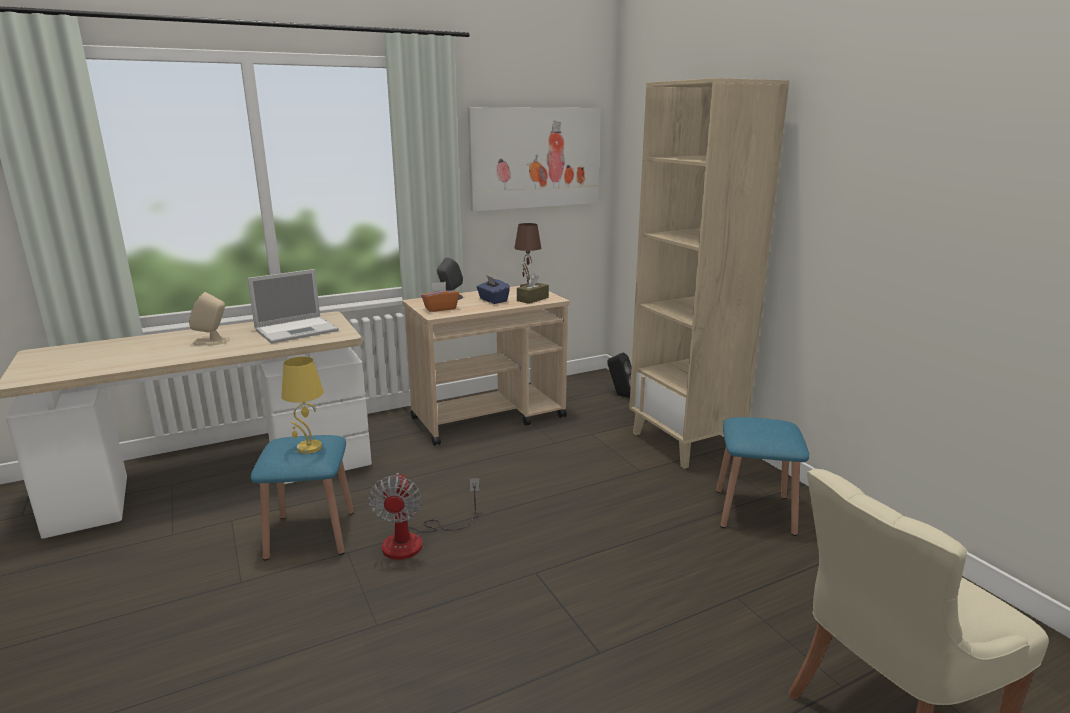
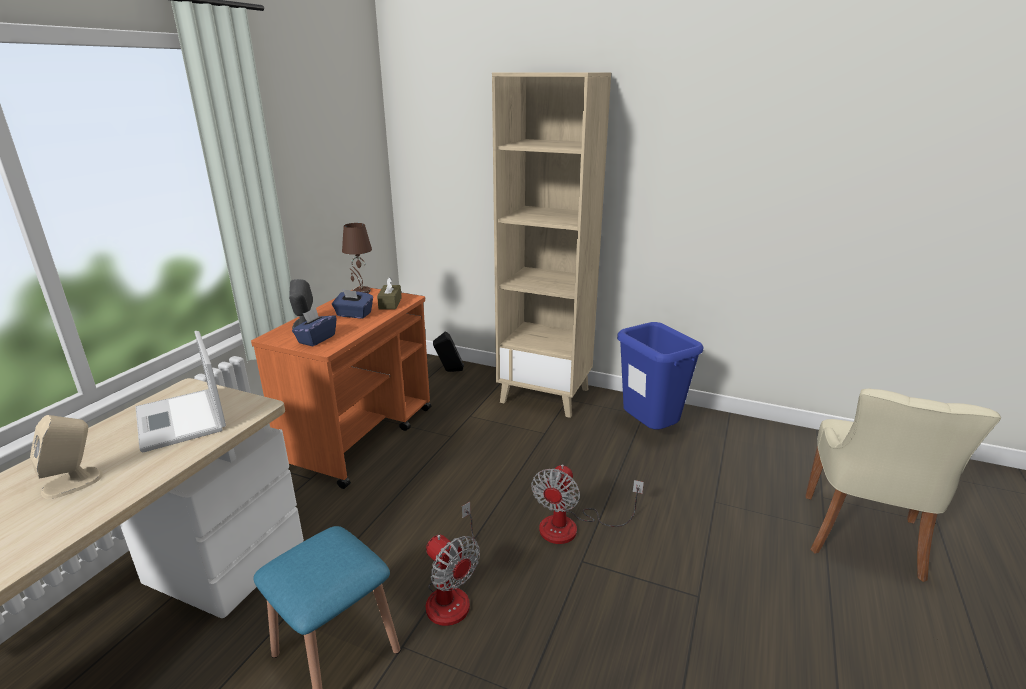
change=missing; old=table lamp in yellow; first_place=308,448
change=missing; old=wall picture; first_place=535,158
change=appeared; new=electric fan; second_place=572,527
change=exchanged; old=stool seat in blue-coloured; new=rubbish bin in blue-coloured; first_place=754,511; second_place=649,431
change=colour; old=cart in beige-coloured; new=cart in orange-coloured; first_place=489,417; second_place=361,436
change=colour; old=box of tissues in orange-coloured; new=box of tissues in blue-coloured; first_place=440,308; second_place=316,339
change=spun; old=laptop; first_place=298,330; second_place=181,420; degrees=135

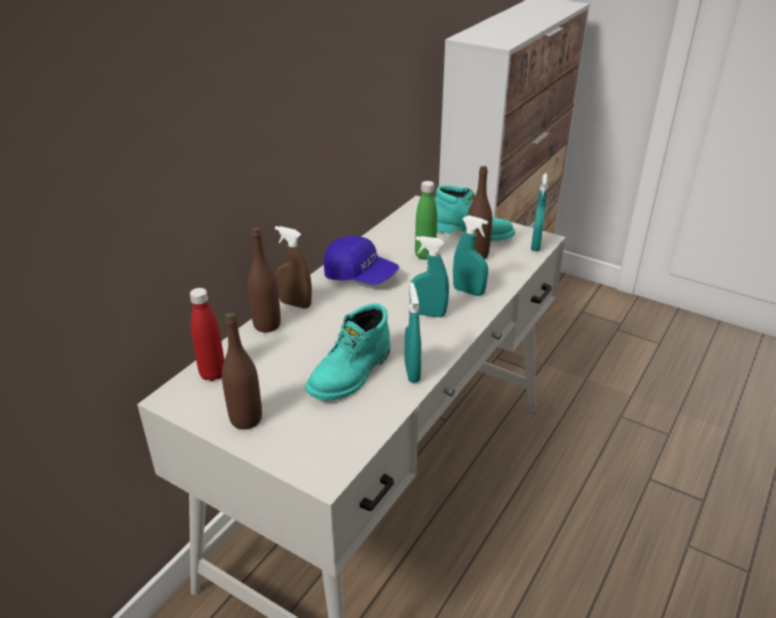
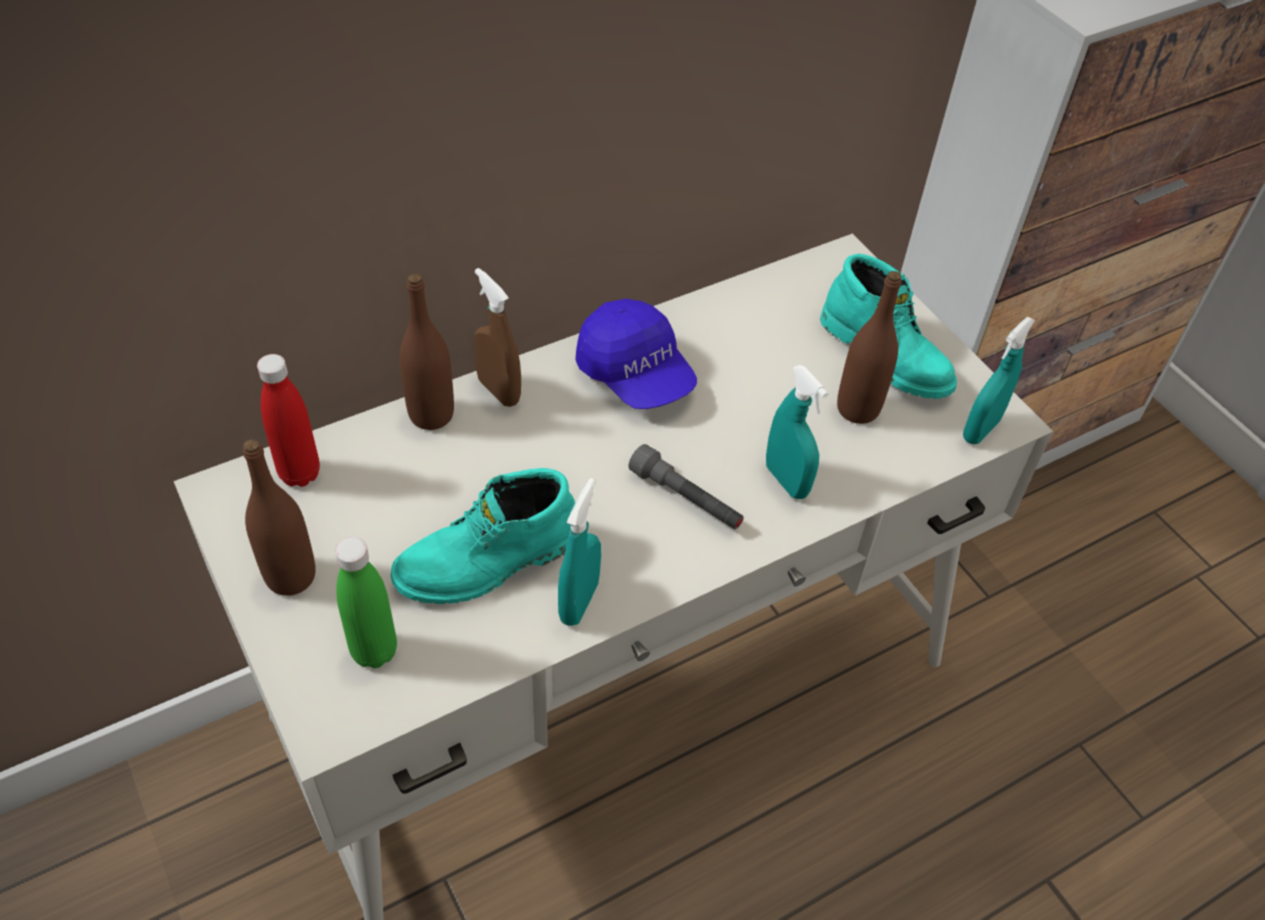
change=relocated; old=bottle in green; first_place=425,255; second_place=374,651
change=exchanged; old=spray bottle in blue-green; new=torch in gray; first_place=428,314; second_place=686,499

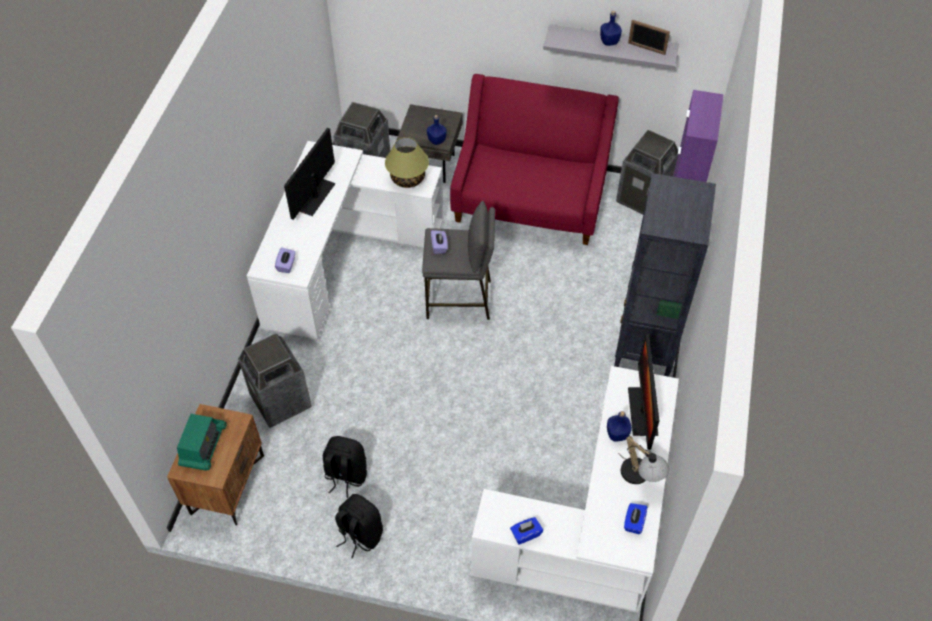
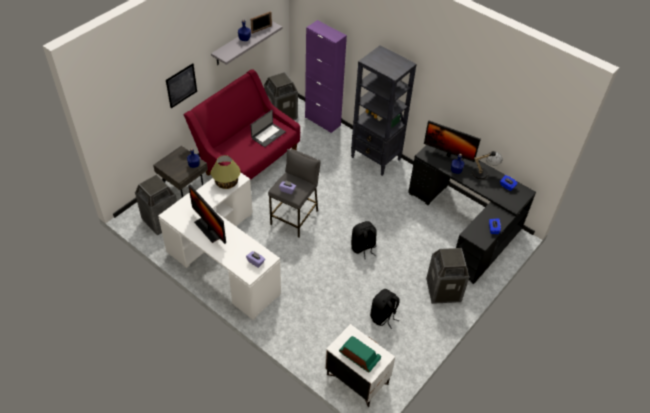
change=appeared; new=wall picture; second_place=181,85
change=appeared; new=laptop; second_place=268,135
change=relocated; old=rubbish bin; first_place=281,401; second_place=443,290
change=relocated; old=knapsack in black; first_place=360,534; second_place=363,248
change=colour; old=night table in brown; new=night table in white; first_place=226,484; second_place=356,379
change=colour; old=desk table in white; new=desk table in black; first_place=593,525; second_place=467,224

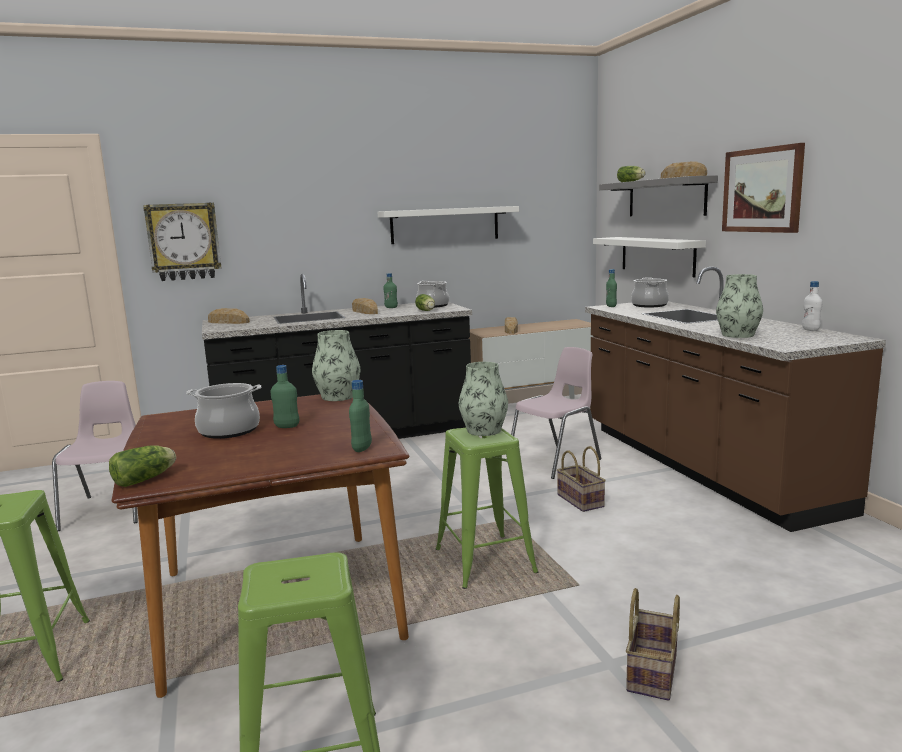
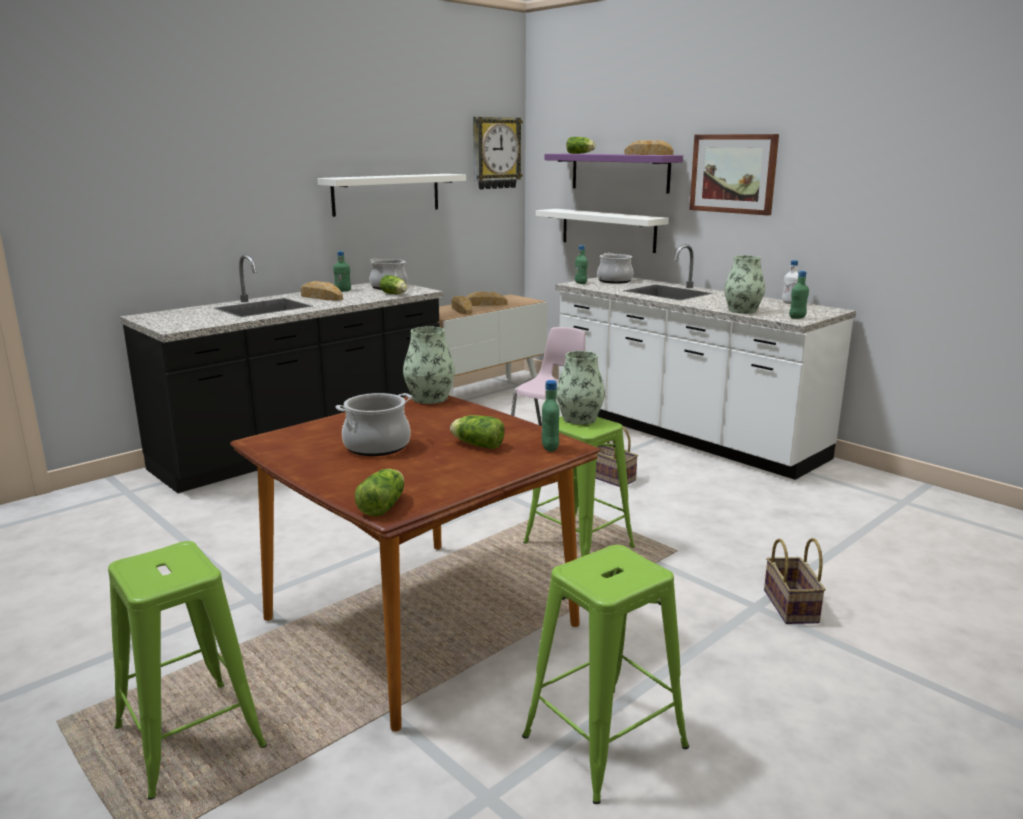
change=missing; old=upright chair in pinkish; first_place=111,509
change=appeared; new=lettuce; second_place=476,444
change=relocated; old=hanging clock; first_place=184,241; second_place=495,153
change=relocated; old=bread; first_place=228,322; second_place=485,304
change=relocated; old=bottle in green; first_place=287,426; second_place=797,317
change=colour; old=kitchen base unit in brown; new=kitchen base unit in white; first_place=701,467; second_place=683,433
change=colour; old=bracket shelf in gray; new=bracket shelf in purplish; first_place=666,198; second_place=619,172

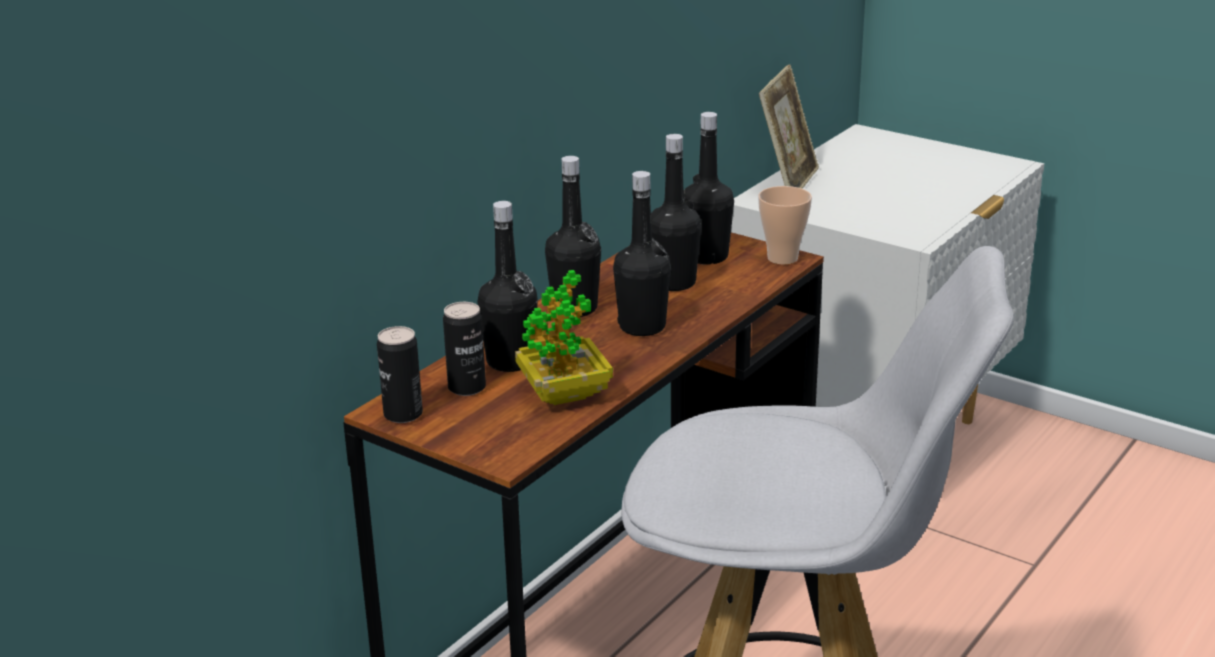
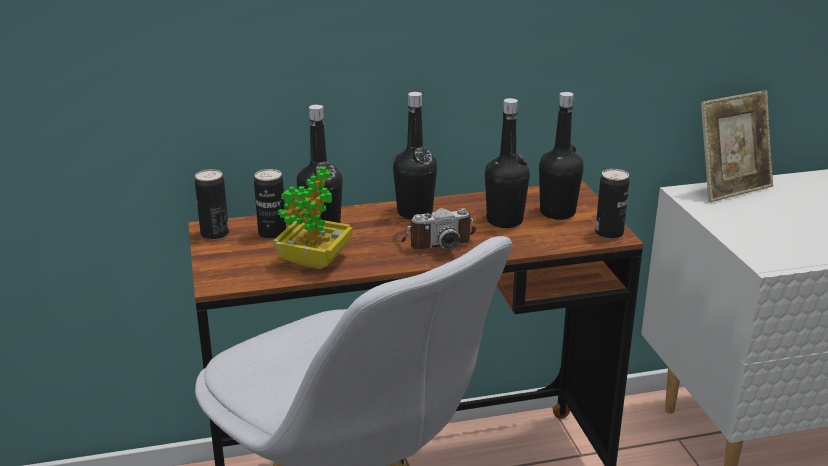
change=exchanged; old=bottle in black; new=still camera; first_place=642,326; second_place=434,240
change=exchanged; old=cup; new=sealed can; first_place=782,258; second_place=609,233

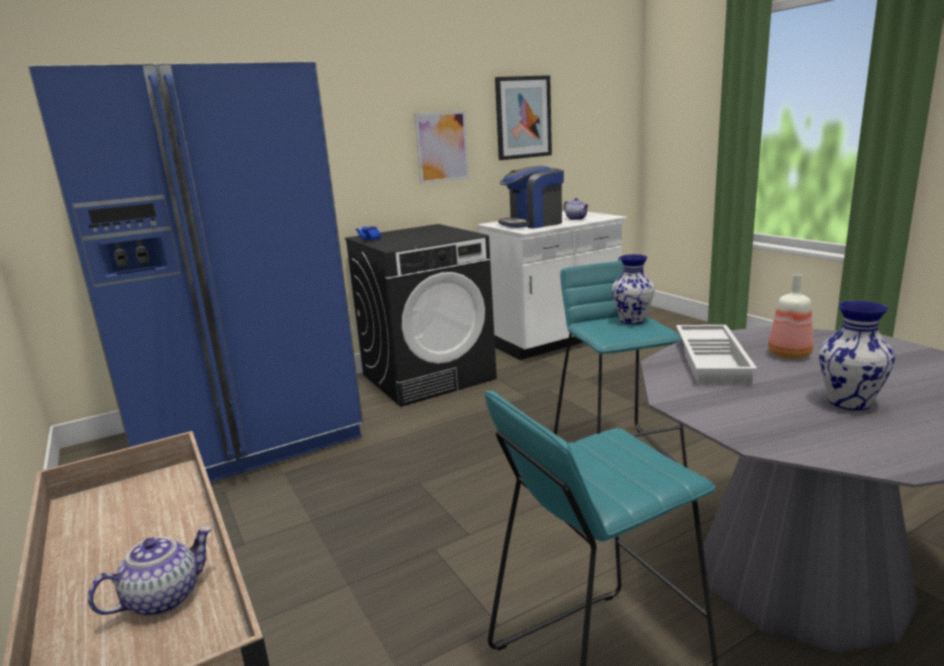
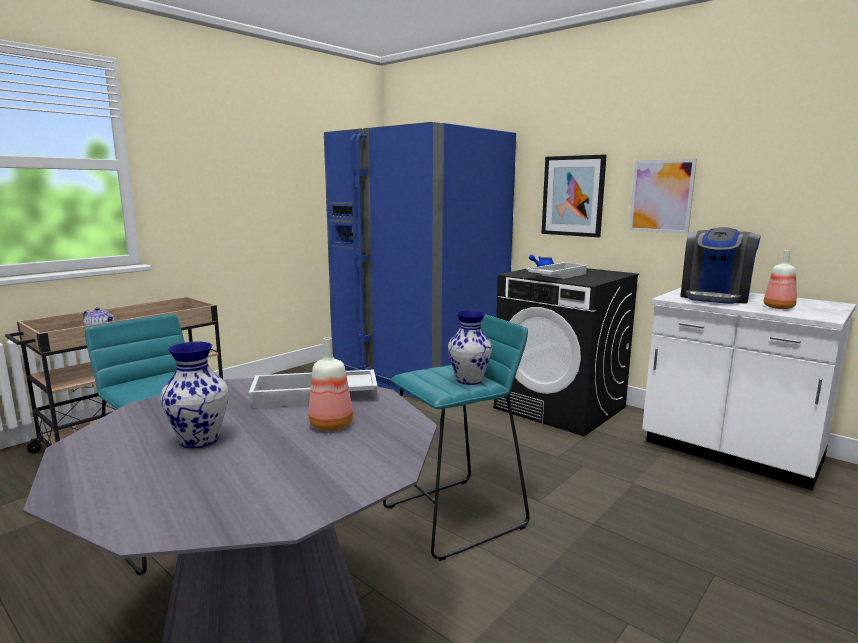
change=appeared; new=tray in white; second_place=557,276
change=relocated; old=wall picture; first_place=523,117; second_place=573,196
change=exchanged; old=teapot; new=bottle; first_place=576,218; second_place=779,307
change=spun; old=coffee machine; first_place=533,224; second_place=714,297; degrees=-105

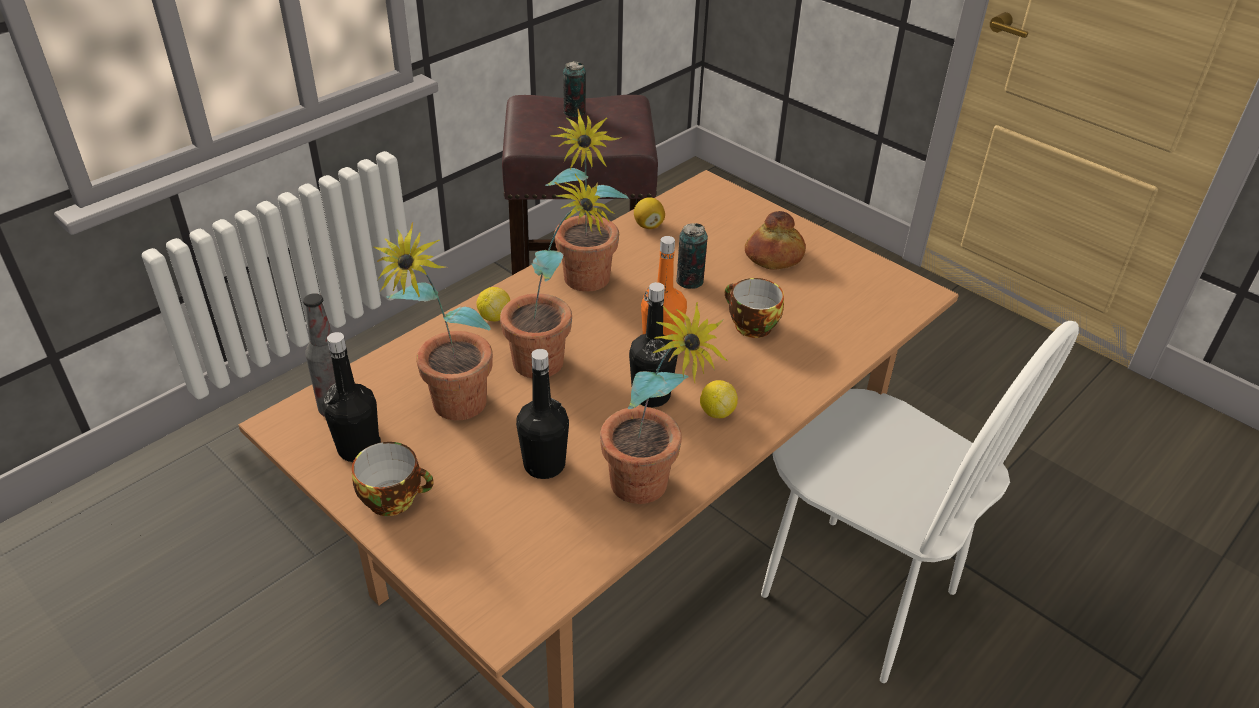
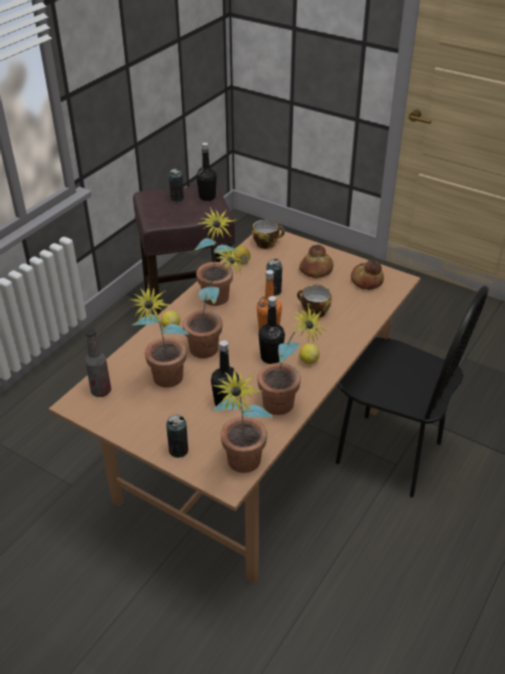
change=appeared; new=sealed can; second_place=178,450
change=appeared; new=plant in a pot; second_place=242,468
change=appeared; new=bread; second_place=366,280
change=relocated; old=bottle in black; first_place=358,448; second_place=207,197
change=relocated; old=cup; first_place=395,498; second_place=267,243
change=colour; old=upright chair in white; new=upright chair in black; first_place=857,594; second_place=388,453

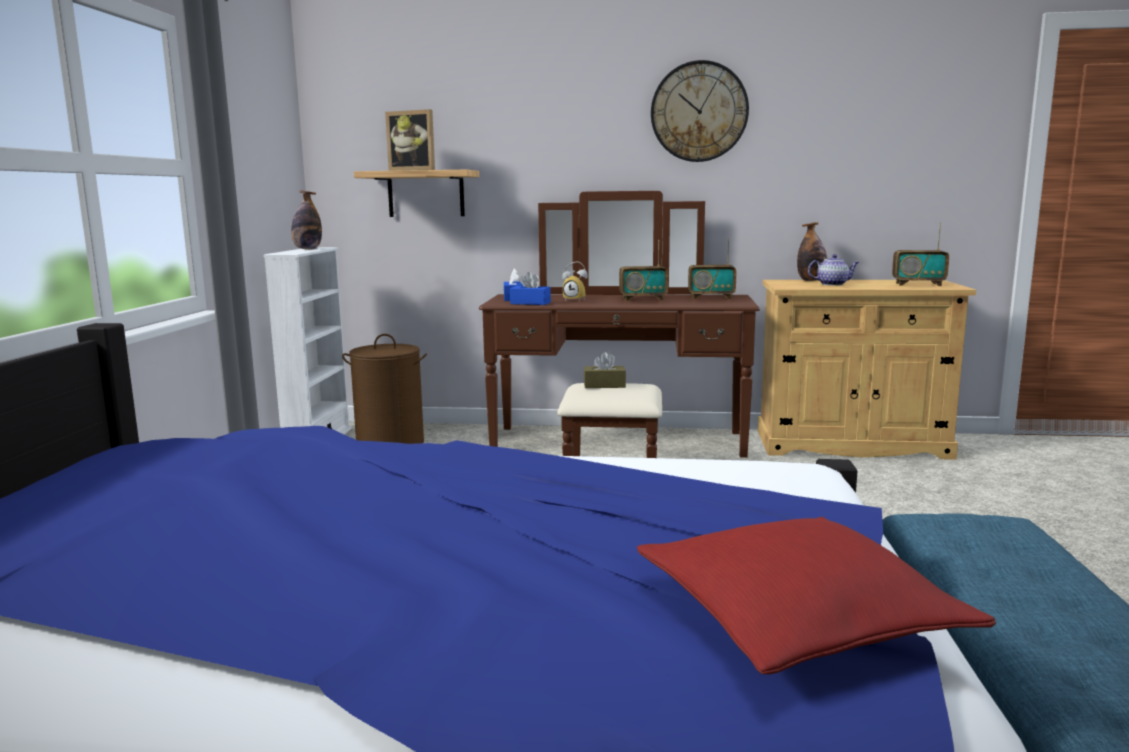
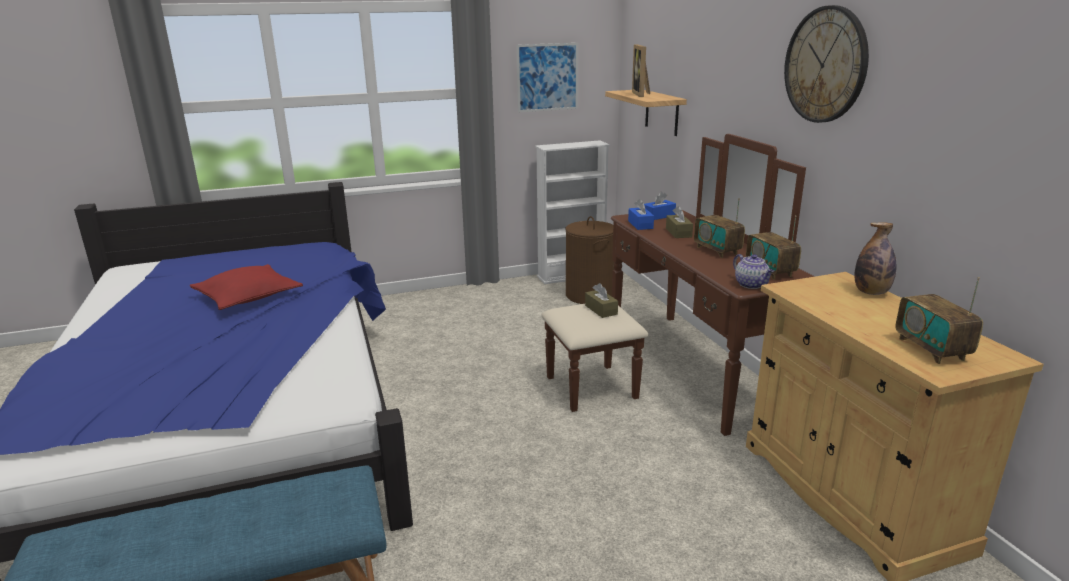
change=missing; old=bottle; first_place=307,249
change=appeared; new=wall picture; second_place=547,77
change=relocated; old=throw pillow in reddish; first_place=796,618; second_place=248,297
change=relocated; old=teapot; first_place=833,284; second_place=751,285
change=exchanged; old=bedside clock; new=box of tissues in brown; first_place=576,300; second_place=678,233

